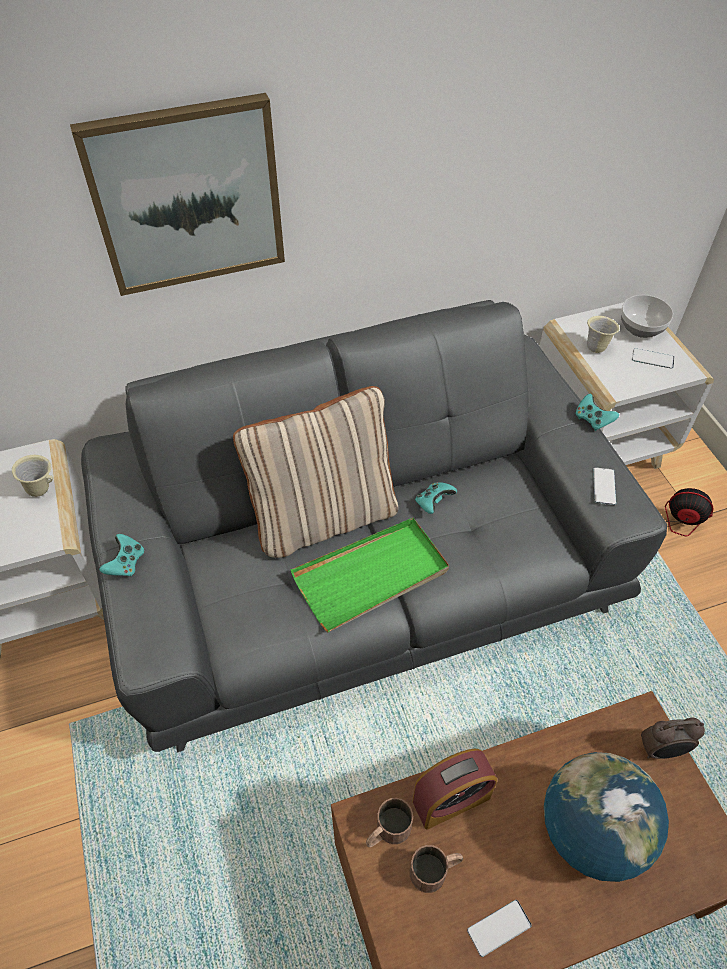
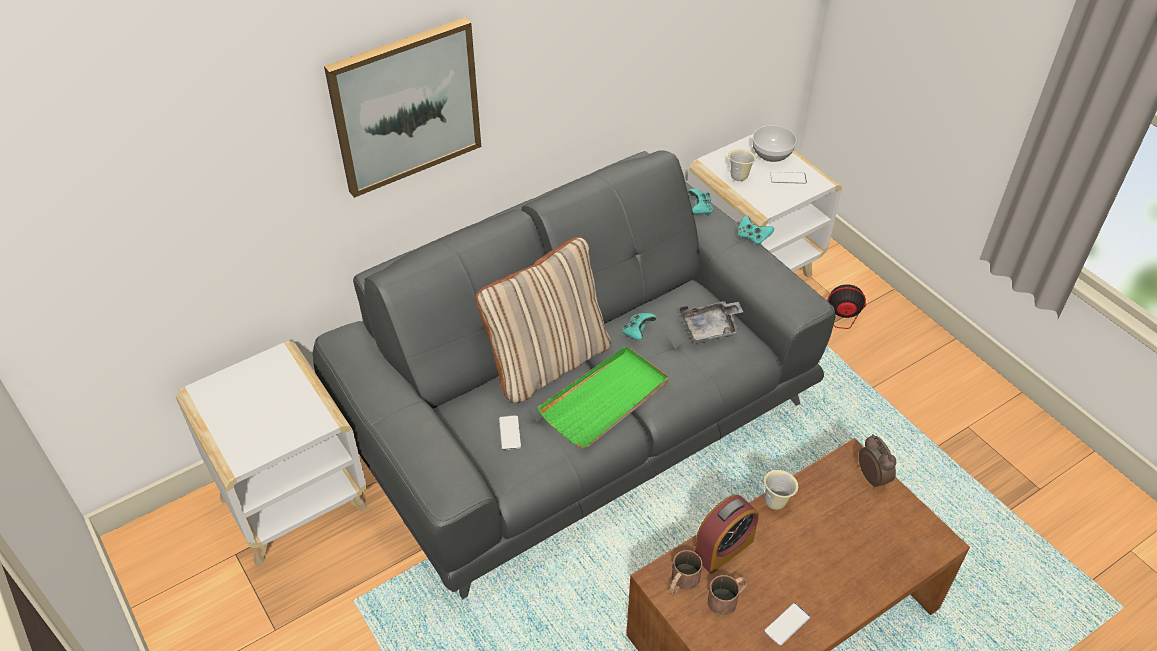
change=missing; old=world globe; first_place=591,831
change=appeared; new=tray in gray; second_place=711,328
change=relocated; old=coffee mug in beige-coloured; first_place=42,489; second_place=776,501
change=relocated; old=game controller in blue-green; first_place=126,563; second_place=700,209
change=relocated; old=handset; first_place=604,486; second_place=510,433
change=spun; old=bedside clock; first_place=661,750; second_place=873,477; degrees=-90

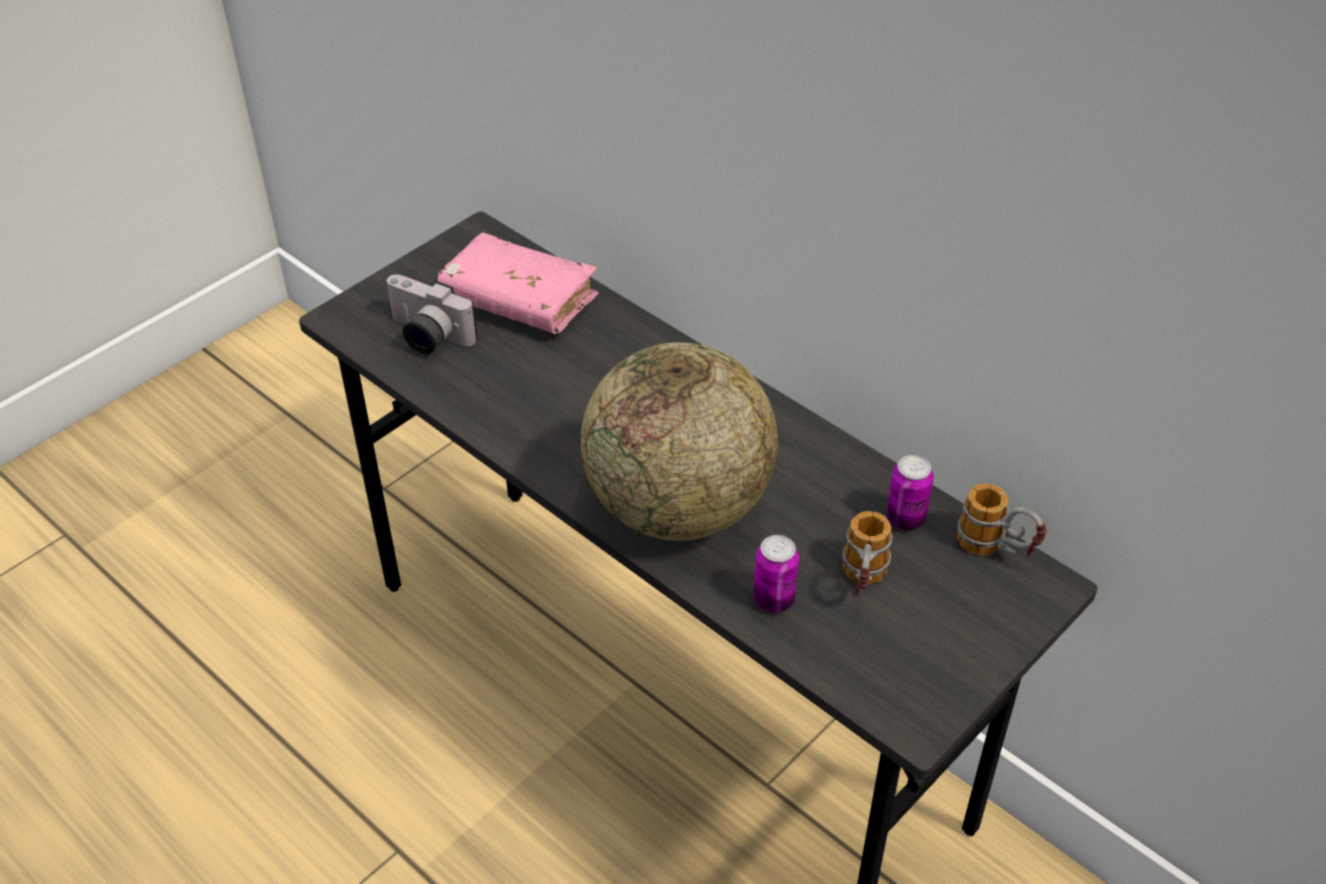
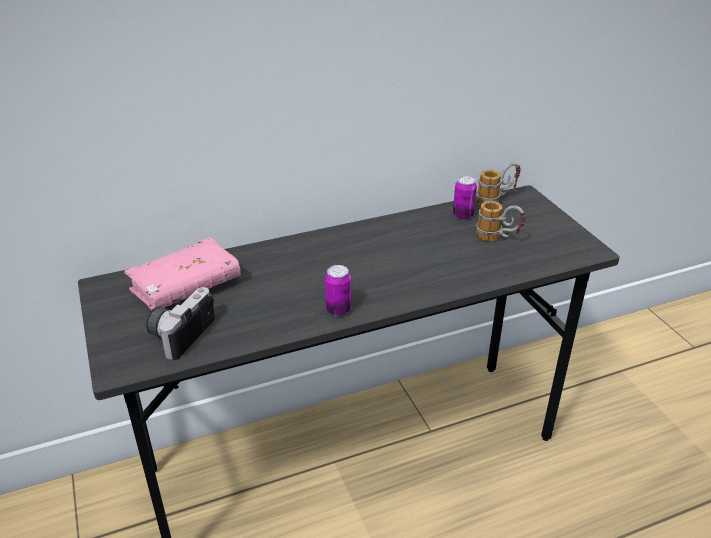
change=missing; old=world globe; first_place=679,507
change=relocated; old=sealed can; first_place=774,600; second_place=338,310
change=spun; old=still camera; first_place=426,337; second_place=180,333; degrees=150

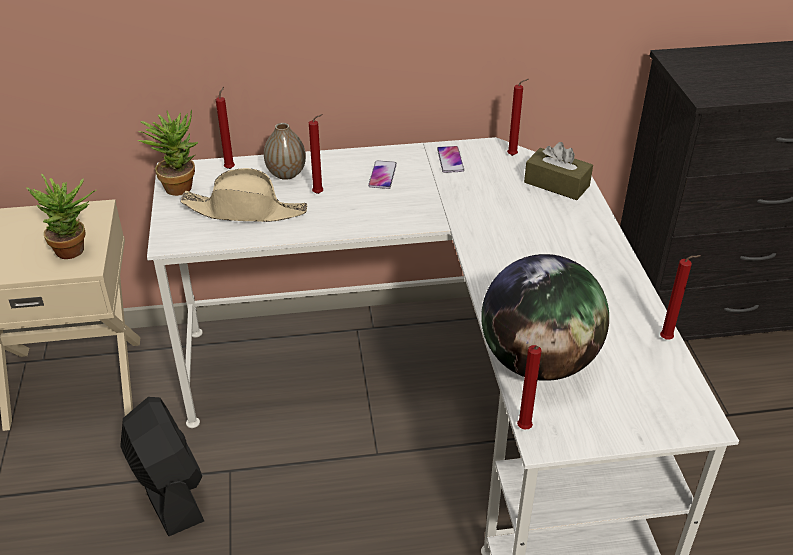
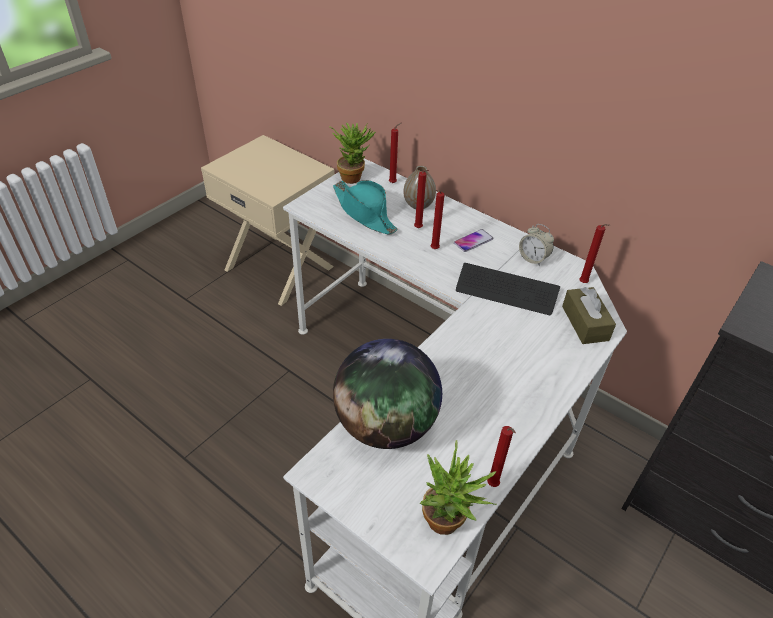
change=missing; old=electric fan in black; first_place=169,489
change=appeared; new=PC keyboard; second_place=506,290
change=relocated; old=plant in a pot; first_place=76,250; second_place=449,524
change=relocated; old=wax candle in reddish; first_place=524,430; second_place=433,249
change=exchanged; old=handset; new=bedside clock; first_place=450,160; second_place=533,259
change=colour; old=wearable hat in beige-coloured; new=wearable hat in blue-green; first_place=245,211; second_place=364,213

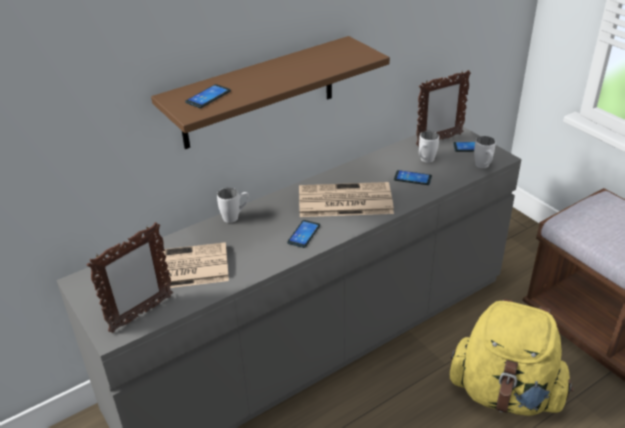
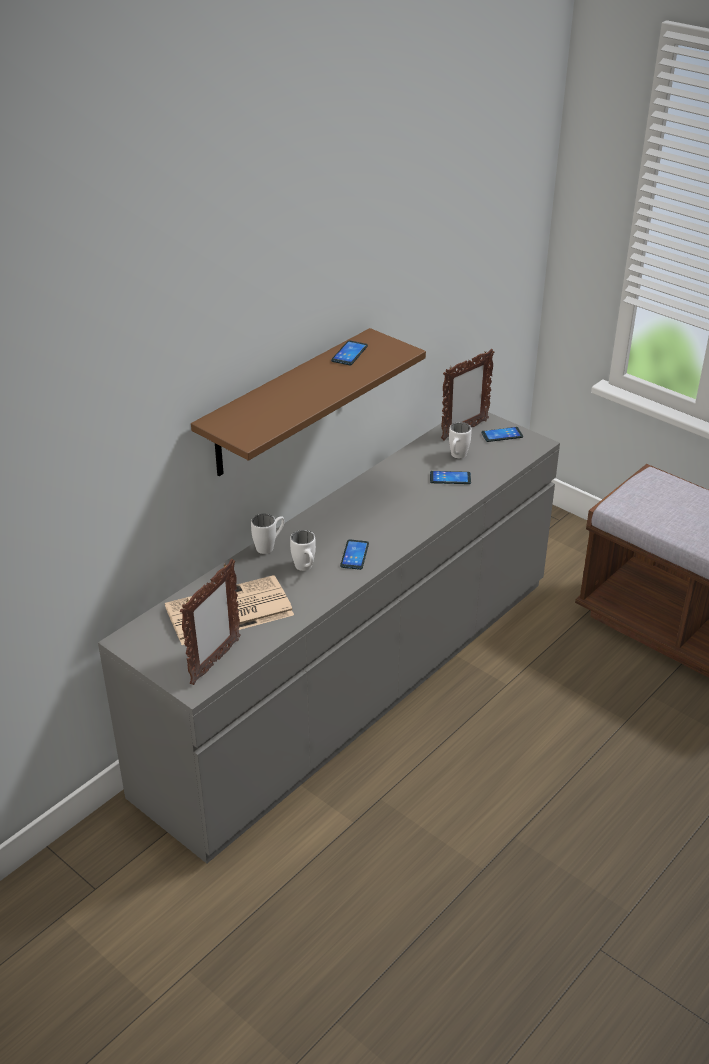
change=missing; old=newspaper; first_place=343,201
change=missing; old=knapsack in yellow; first_place=505,393
change=relocated; old=handset; first_place=208,97; second_place=349,353
change=relocated; old=coffee mug in white; first_place=483,167; second_place=305,569

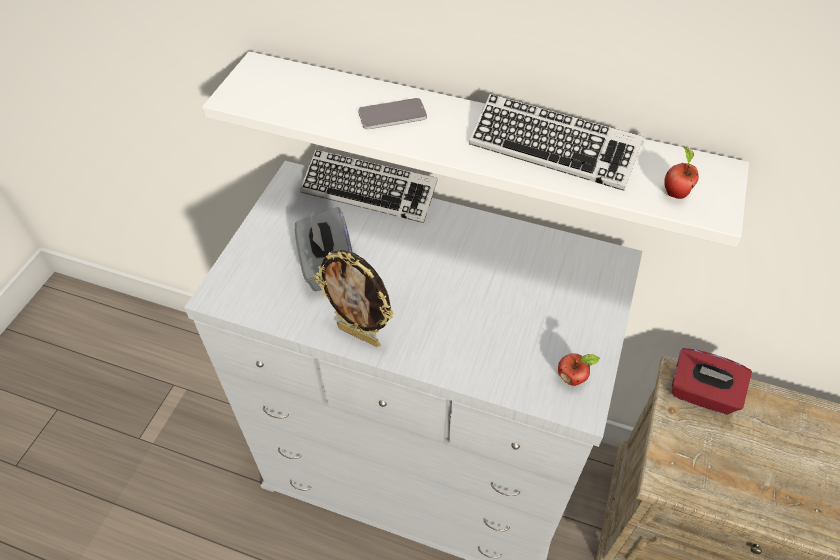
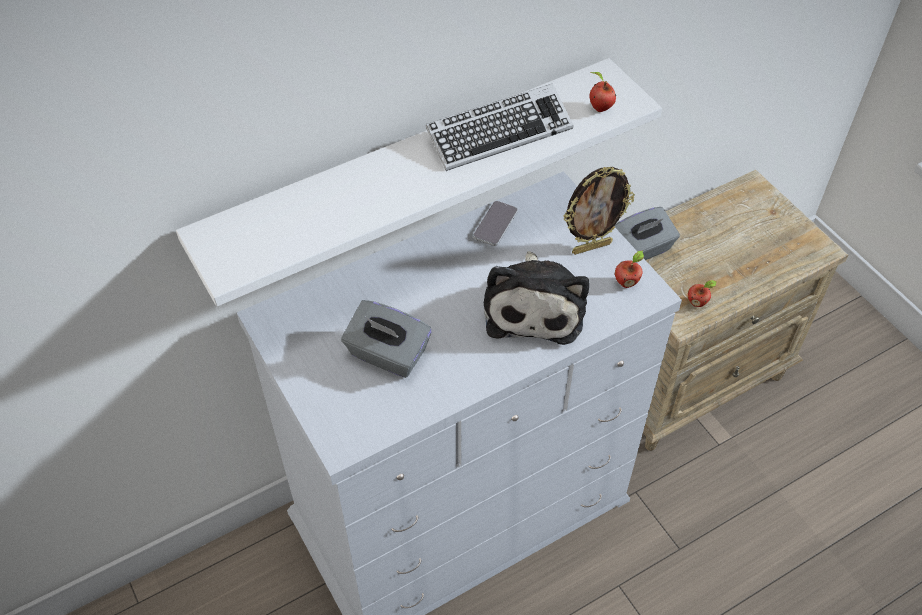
change=missing; old=PC keyboard; first_place=369,191
change=appeared; new=cuddly toy; second_place=534,306
change=appeared; new=whole apple; second_place=697,302
change=relocated; old=photo frame; first_place=360,335; second_place=591,247
change=relocated; old=handset; first_place=392,115; second_place=495,224
change=colour; old=box of tissues in reddish; new=box of tissues in gray; first_place=701,393; second_place=642,249

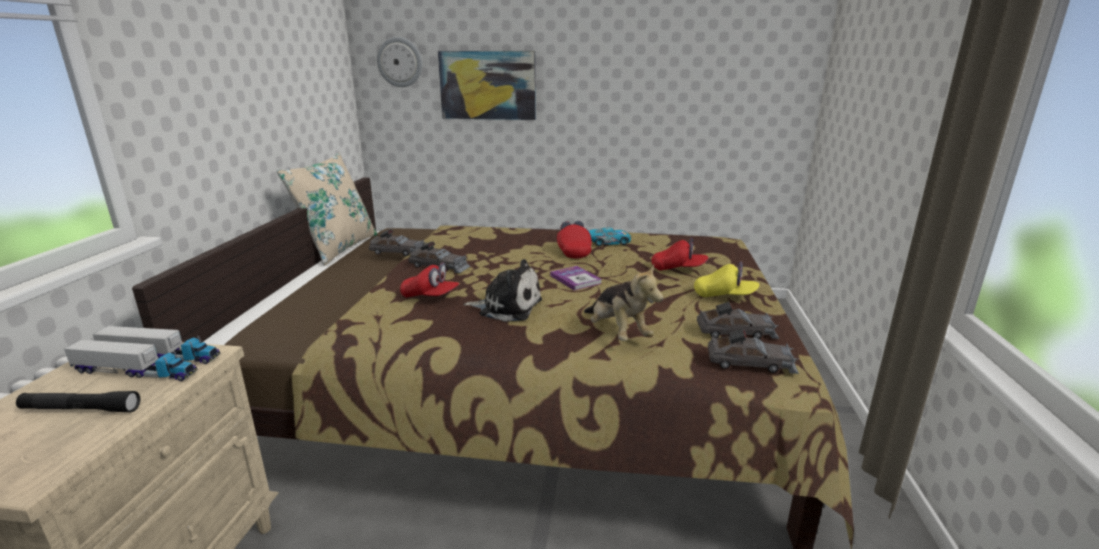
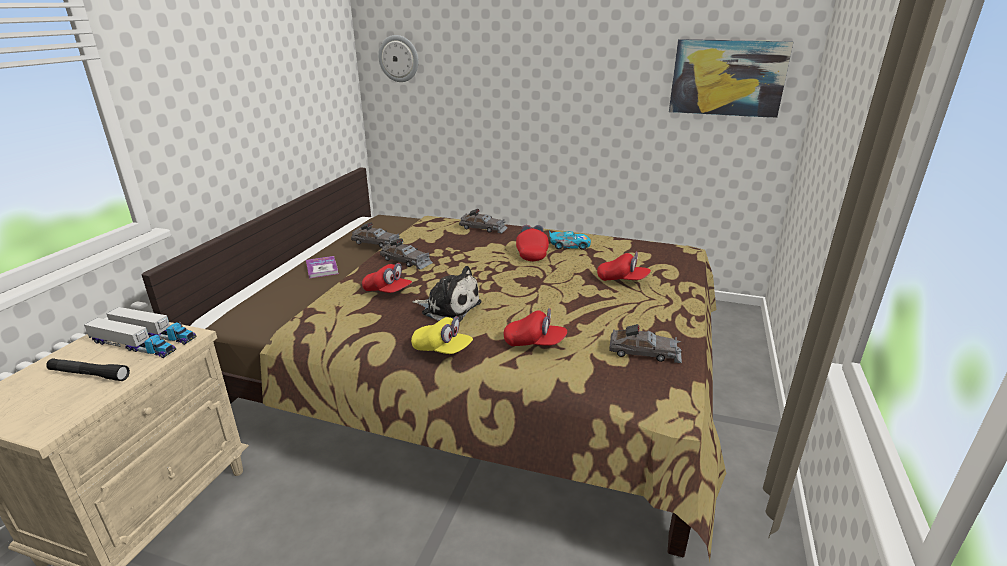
change=missing; old=throw pillow in beige-coloured; first_place=338,248
change=relocated; old=wall picture; first_place=488,85; second_place=727,78
change=relocated; old=bound book; first_place=575,279; second_place=322,268
change=relocated; old=baseball cap in yellow; first_place=724,296; second_place=442,349
change=relocated; old=model car in gray; first_place=751,363; second_place=483,228
change=exchanged; old=cuddly toy; new=baseball cap in reddish; first_place=617,333; second_place=534,343

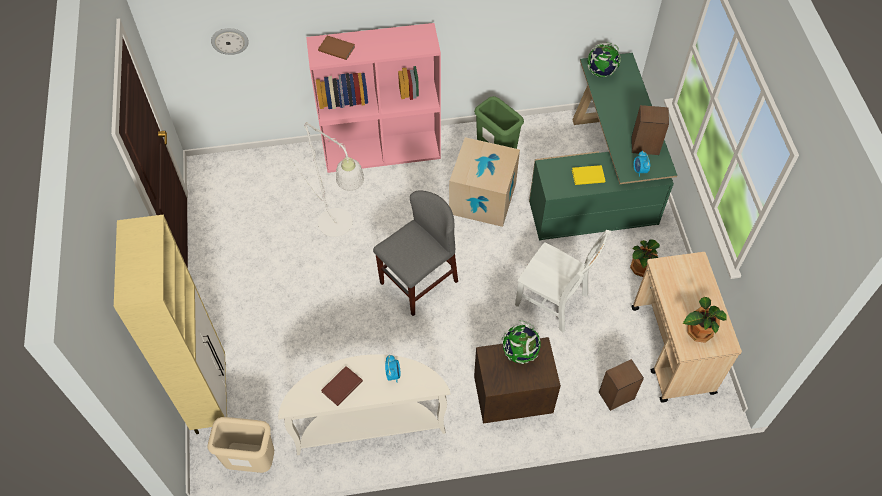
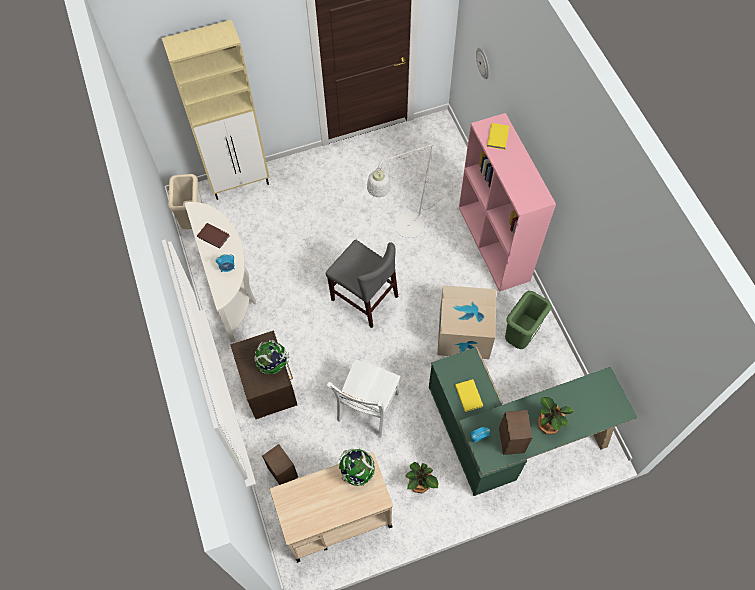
change=relocated; old=world globe; first_place=601,72; second_place=357,472
change=relocated; old=plant in a pot; first_place=698,331; second_place=548,423
change=colour; old=bound book in brown; new=bound book in yellow; first_place=336,48; second_place=498,137

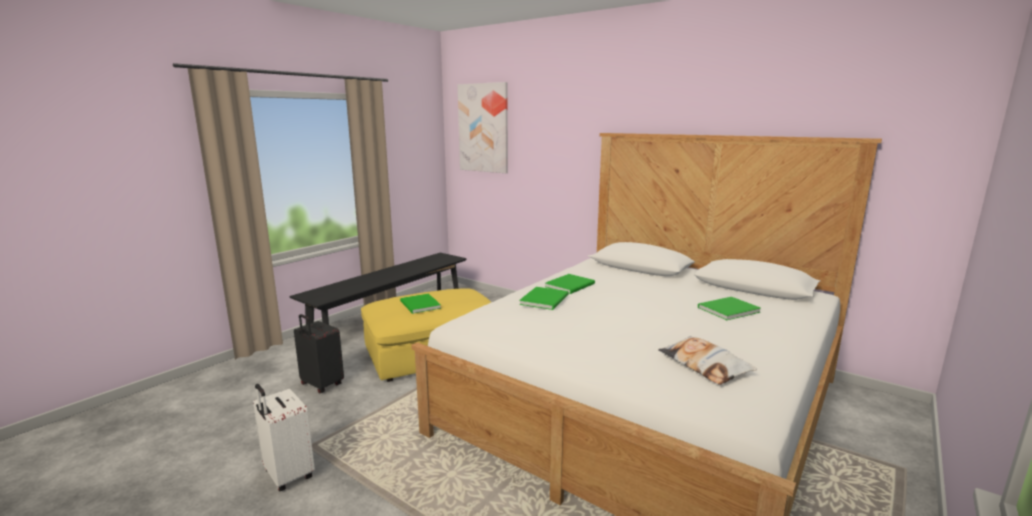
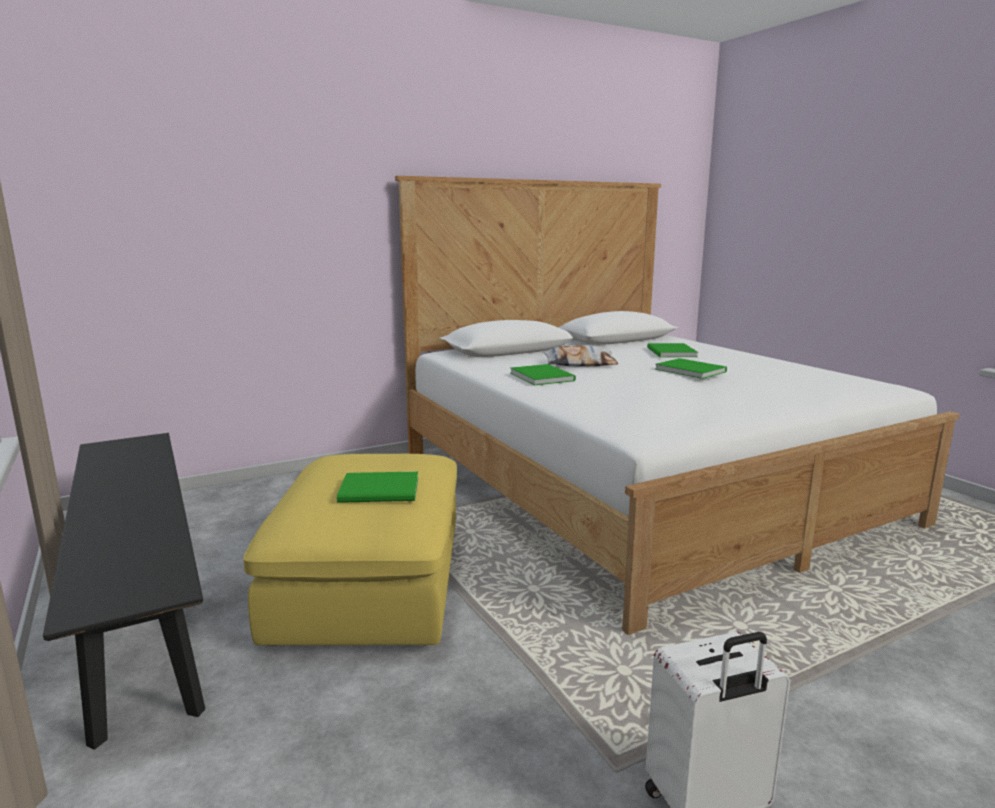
change=missing; old=suitcase in black; first_place=321,385
change=missing; old=wall picture; first_place=483,128
change=relocated; old=bound book in green; first_place=546,299; second_place=689,370
change=relocated; old=throw pillow; first_place=704,365; second_place=580,364

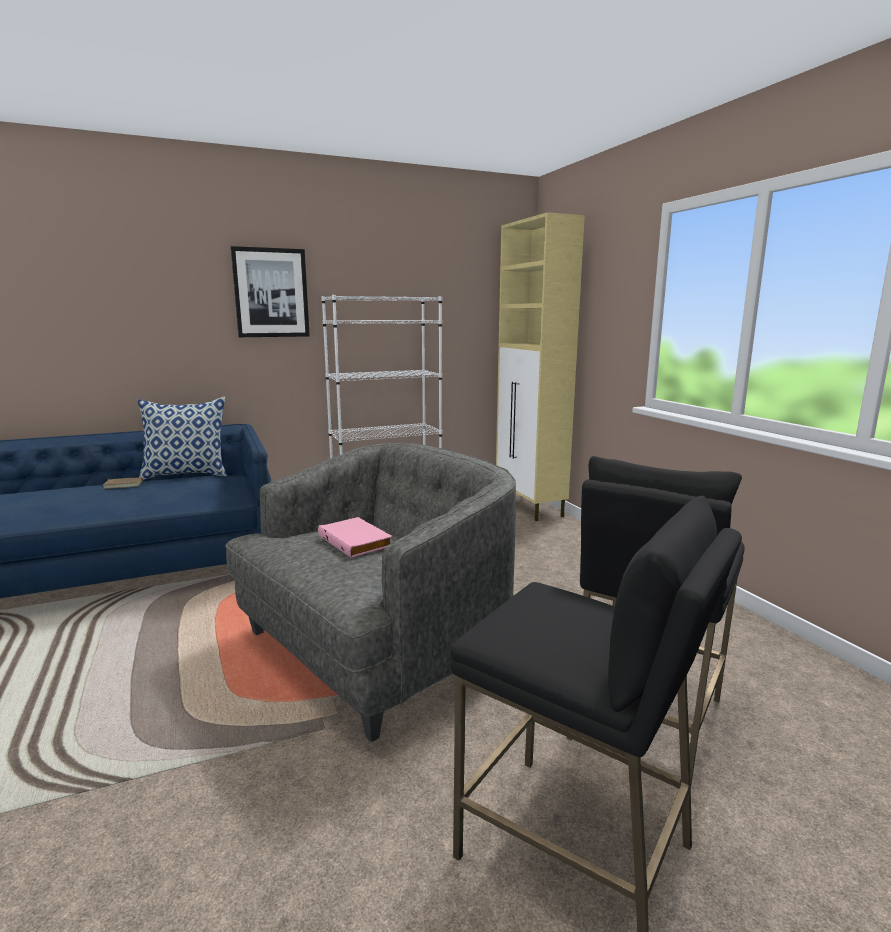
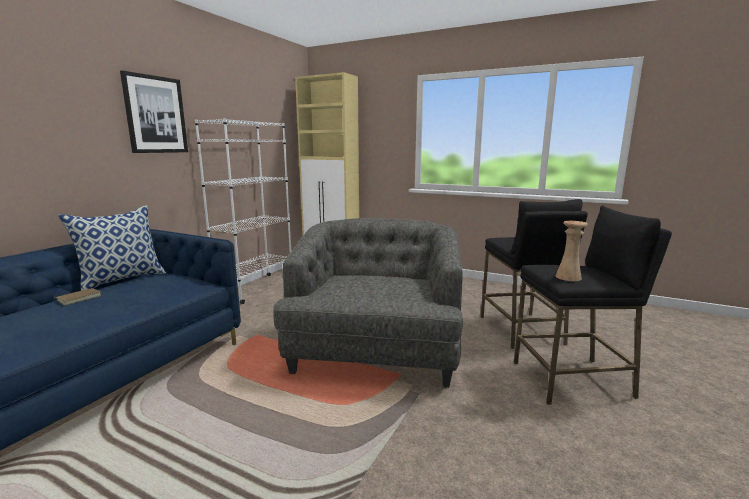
change=missing; old=bound book in pinkish; first_place=356,541
change=appeared; new=decorative vase in beige-coloured; second_place=568,277

